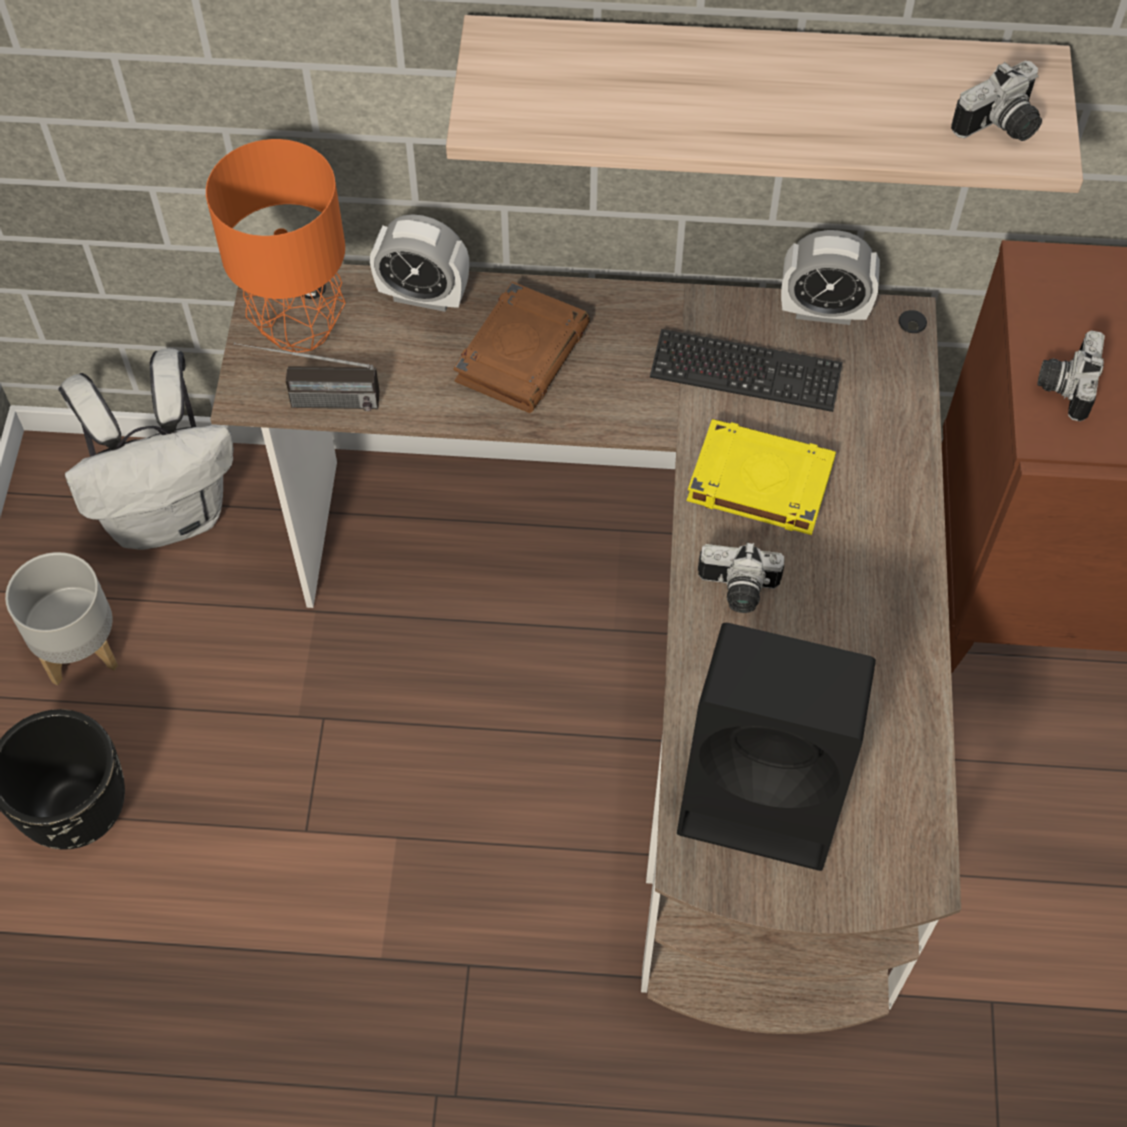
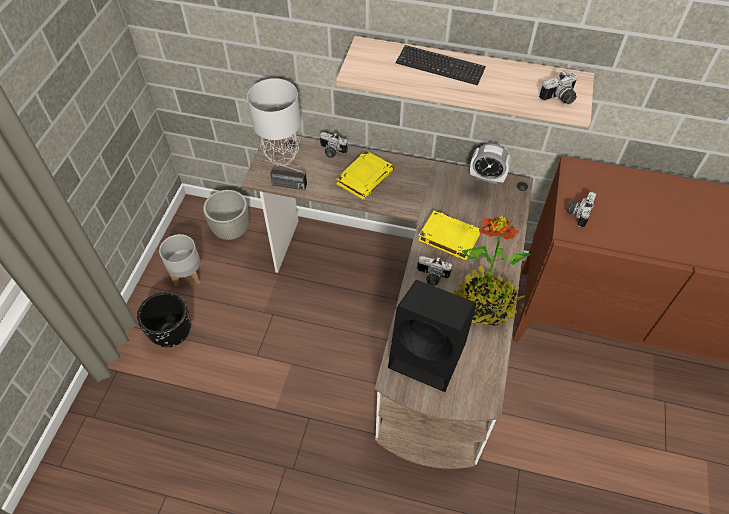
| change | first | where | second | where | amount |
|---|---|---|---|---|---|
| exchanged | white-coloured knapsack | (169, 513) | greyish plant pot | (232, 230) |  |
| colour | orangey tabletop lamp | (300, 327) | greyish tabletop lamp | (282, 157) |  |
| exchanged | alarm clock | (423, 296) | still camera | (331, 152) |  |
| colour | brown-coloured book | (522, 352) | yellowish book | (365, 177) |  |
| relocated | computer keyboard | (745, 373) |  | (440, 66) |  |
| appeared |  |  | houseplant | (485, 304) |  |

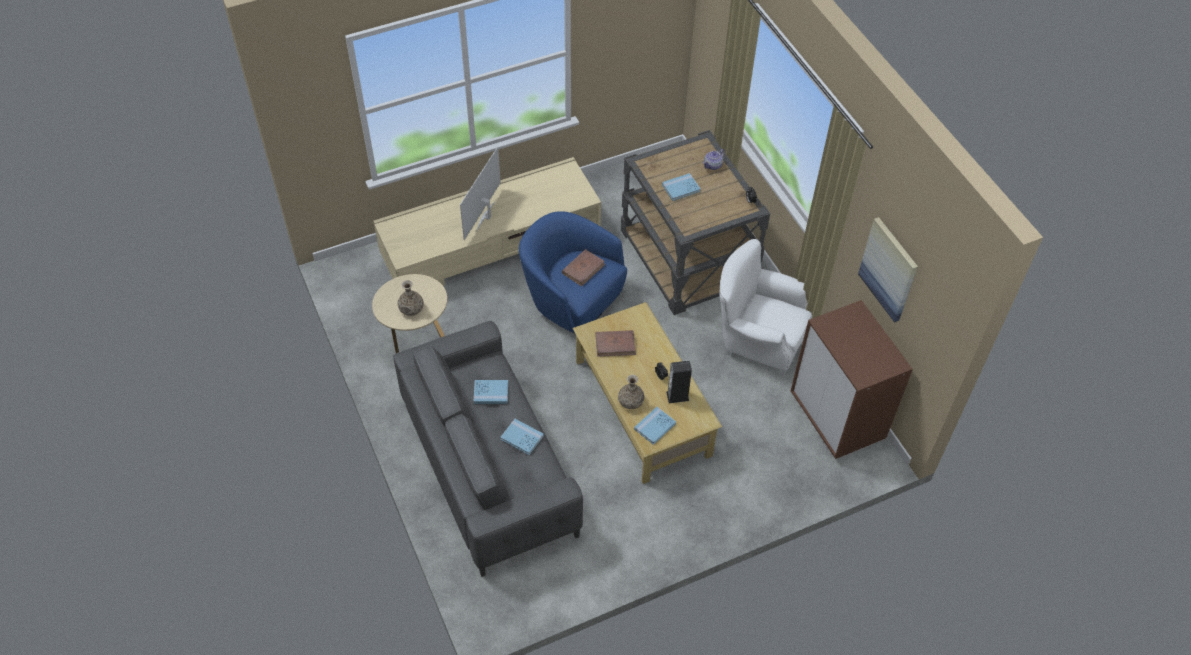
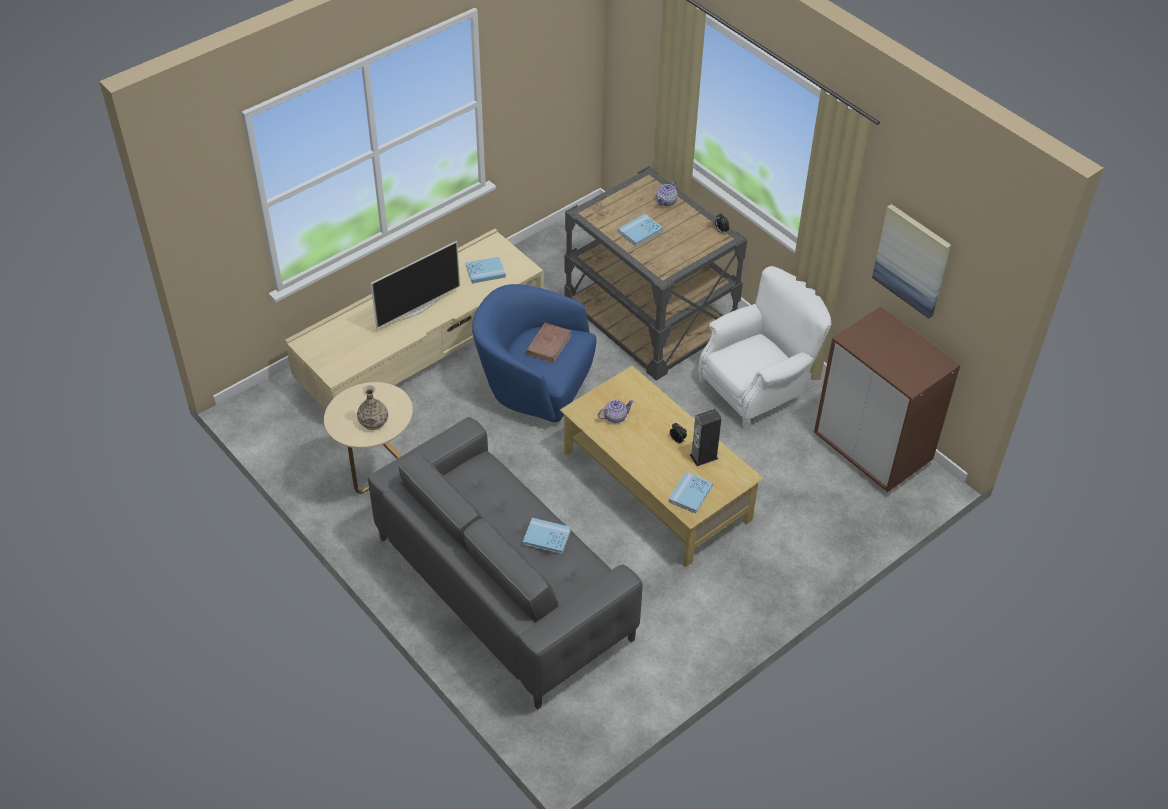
| change | first | where | second | where | amount |
|---|---|---|---|---|---|
| spun | TV set | (486, 216) |  | (417, 310) | 135 degrees counterclockwise |
| relocated | bluish book | (491, 393) |  | (485, 271) |  |
| exchanged | brown-coloured book | (615, 344) | teapot | (615, 417) |  |
| spun | white-coloured armchair | (758, 338) |  | (757, 386) | 135 degrees clockwise |
| missing | decorative vase | (630, 401) |  |  |  |

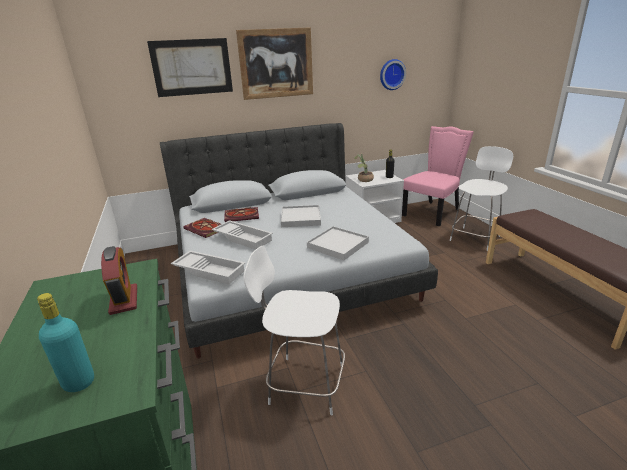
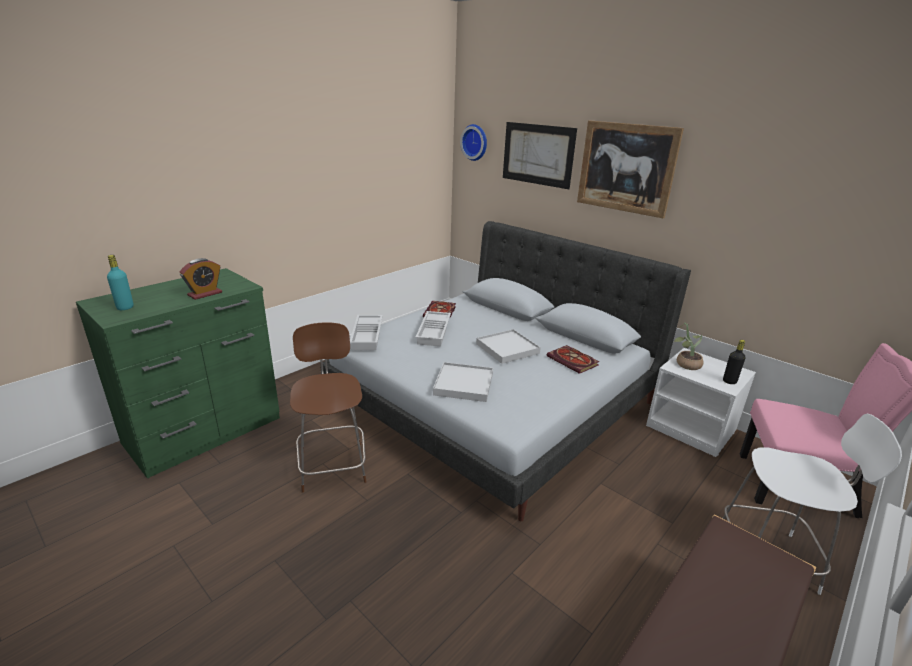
| change | first | where | second | where | amount |
|---|---|---|---|---|---|
| colour | white-coloured chair | (304, 384) | brown-coloured chair | (333, 464) |  |
| relocated | wall clock | (391, 74) |  | (475, 142) |  |
| relocated | book | (242, 216) |  | (574, 361) |  |

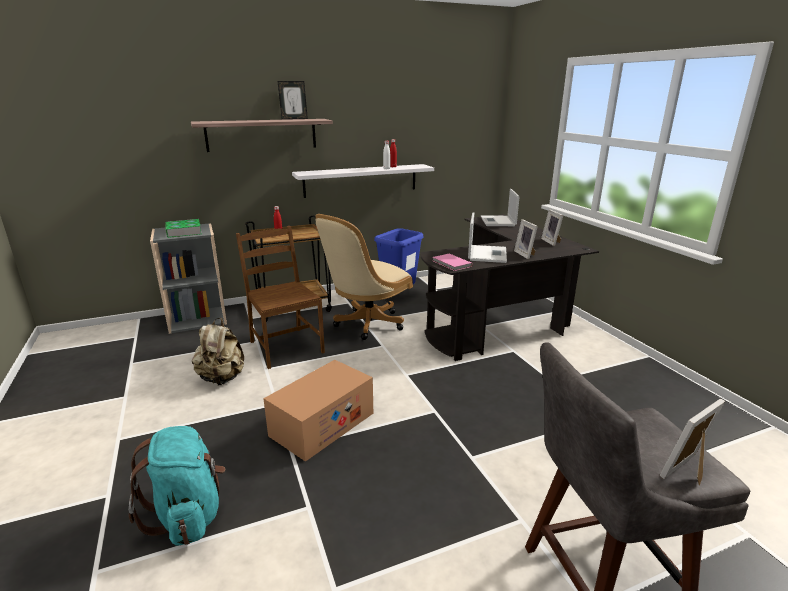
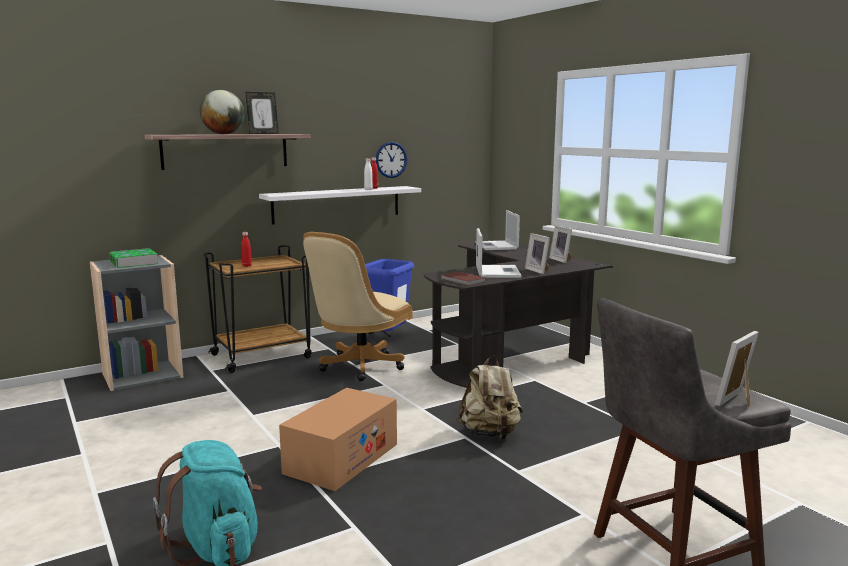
| change | first | where | second | where | amount |
|---|---|---|---|---|---|
| appeared |  |  | globe | (223, 134) |  |
| appeared |  |  | wall clock | (391, 159) |  |
| colour | pink-coloured book | (451, 264) | brown-coloured book | (462, 280) |  |
| relocated | beige knapsack | (222, 378) |  | (490, 434) |  |
| missing | brown-coloured chair | (285, 347) |  |  |  |

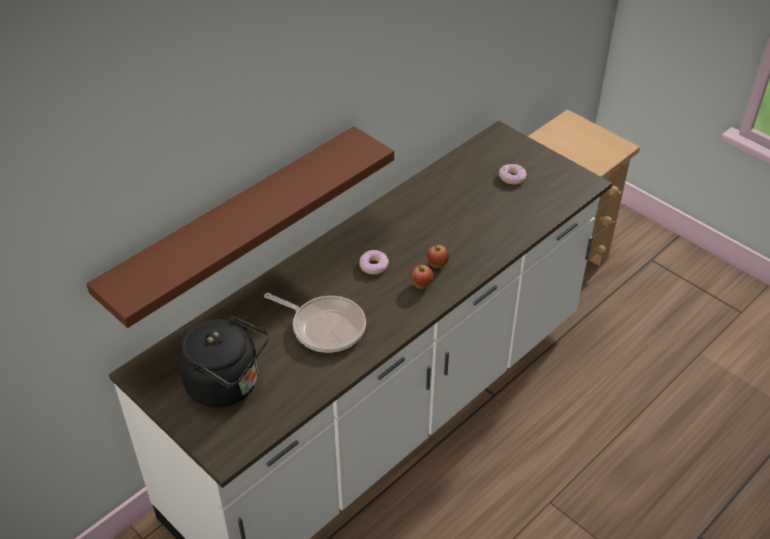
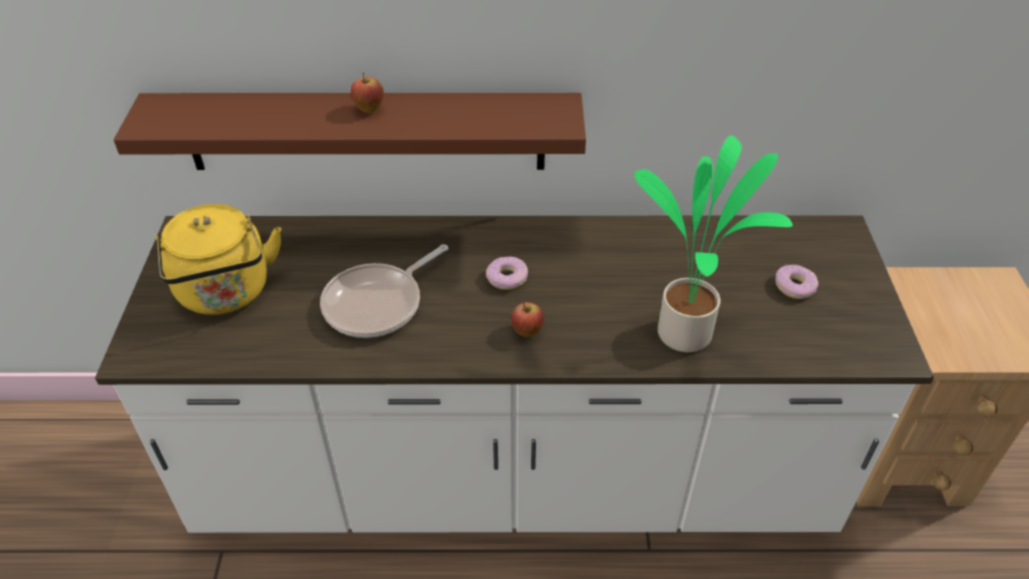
| change | first | where | second | where | amount |
|---|---|---|---|---|---|
| colour | black water kettle | (228, 385) | yellowish water kettle | (226, 293) |  |
| spun | frying pan | (325, 327) |  | (378, 304) | 60 degrees clockwise |
| relocated | whole apple | (437, 265) |  | (369, 109) |  |
| appeared |  |  | houseplant | (688, 333) |  |

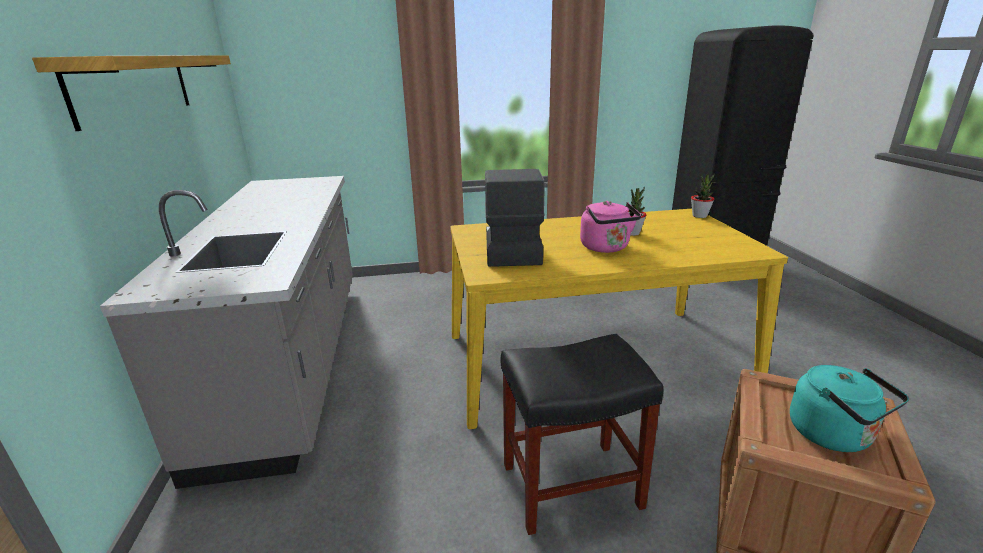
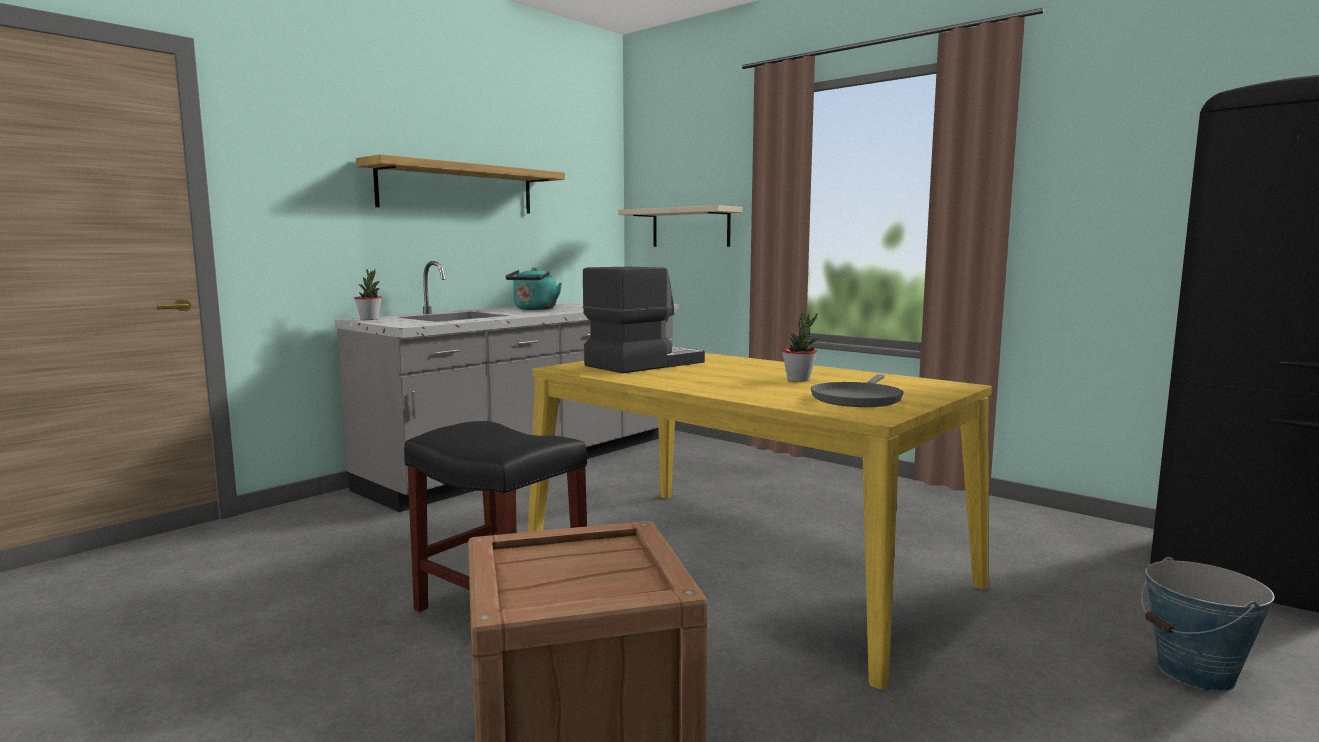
| change | first | where | second | where | amount |
|---|---|---|---|---|---|
| relocated | houseplant | (699, 216) |  | (369, 319) |  |
| relocated | turquoise-coloured water kettle | (834, 435) |  | (534, 309) |  |
| appeared |  |  | beige shelf | (690, 227) |  |
| appeared |  |  | greyish frying pan | (857, 399) |  |
| appeared |  |  | bucket | (1196, 673) |  |
| missing | pink-coloured water kettle | (606, 248) |  |  |  |

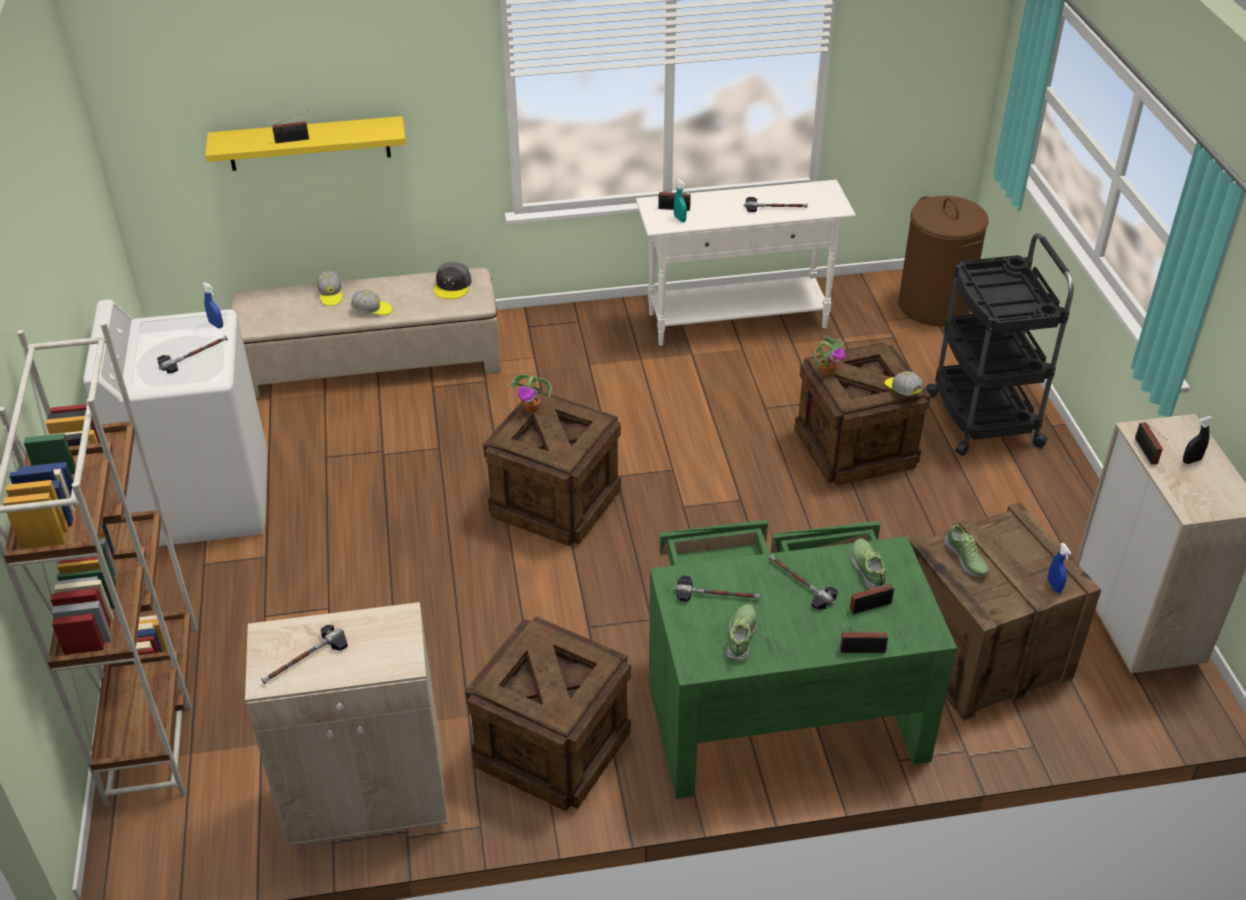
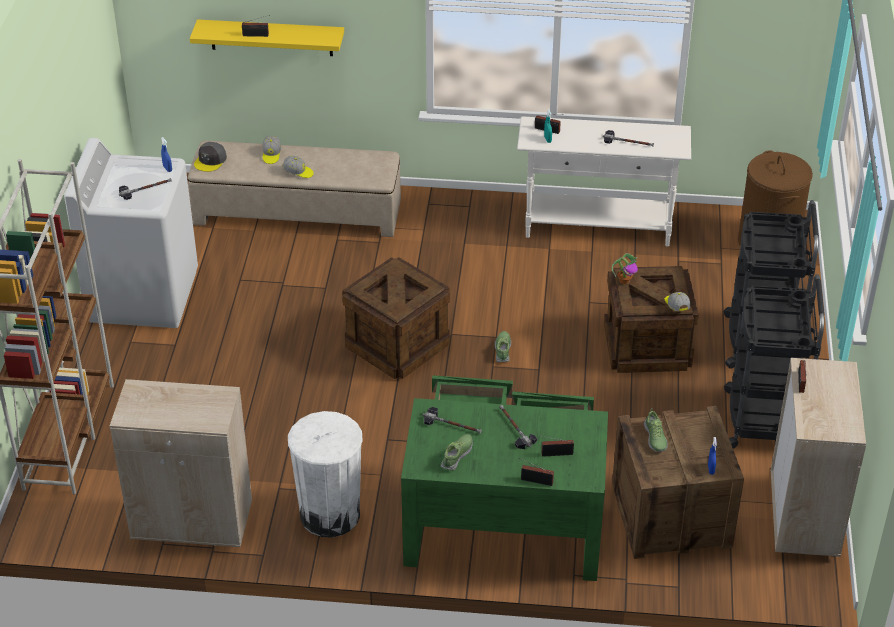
| change | first | where | second | where | amount |
|---|---|---|---|---|---|
| relocated | greyish cap | (453, 285) |  | (210, 161) |  |
| exchanged | crate | (551, 746) | white-coloured trash can | (330, 514) |  |
| relocated | low shoe | (868, 569) |  | (503, 350) |  |
| appeared |  |  | black trolley | (764, 420) |  |
| missing | tool hammer | (304, 660) |  |  |  |
| missing | houseplant | (531, 408) |  |  |  |
| missing | black hand sprayer | (1191, 460) |  |  |  |

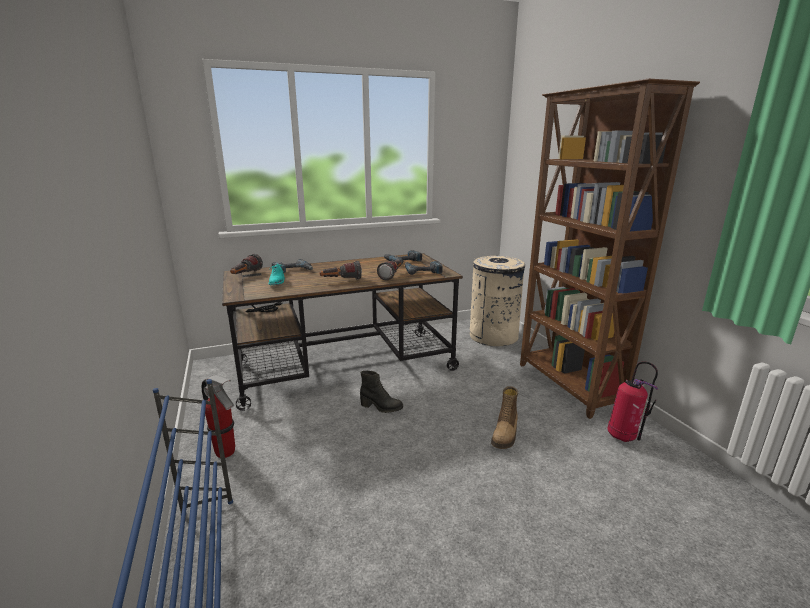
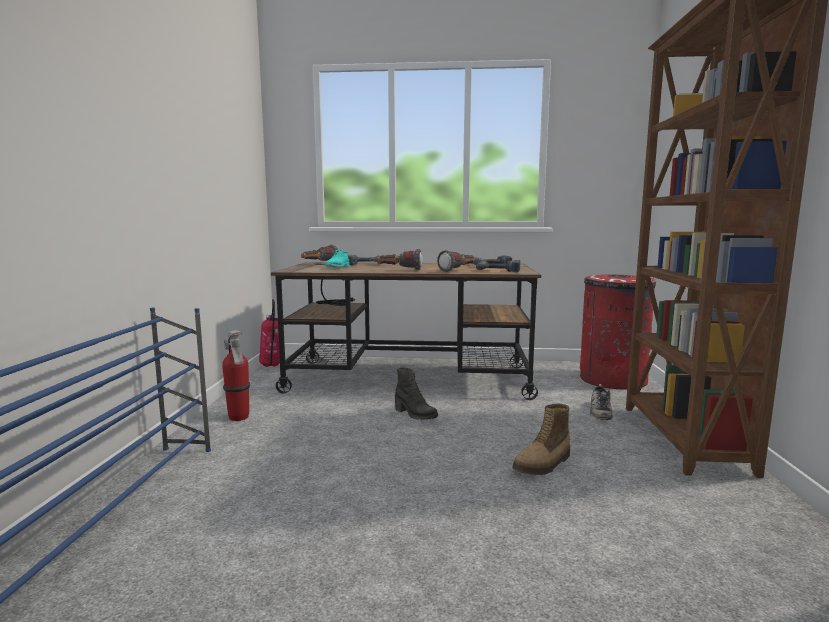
| change | first | where | second | where | amount |
|---|---|---|---|---|---|
| relocated | fire-fighting cylinder | (623, 437) |  | (272, 366) |  |
| colour | beige trash can | (493, 336) | reddish trash can | (612, 379) |  |
| appeared |  |  | low shoe | (599, 410) |  |

